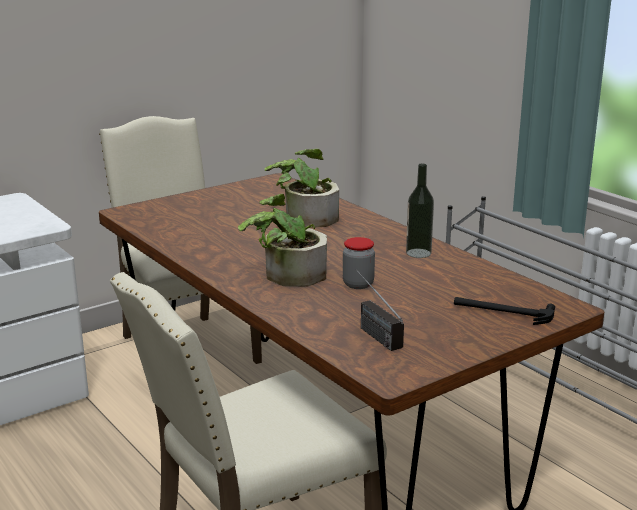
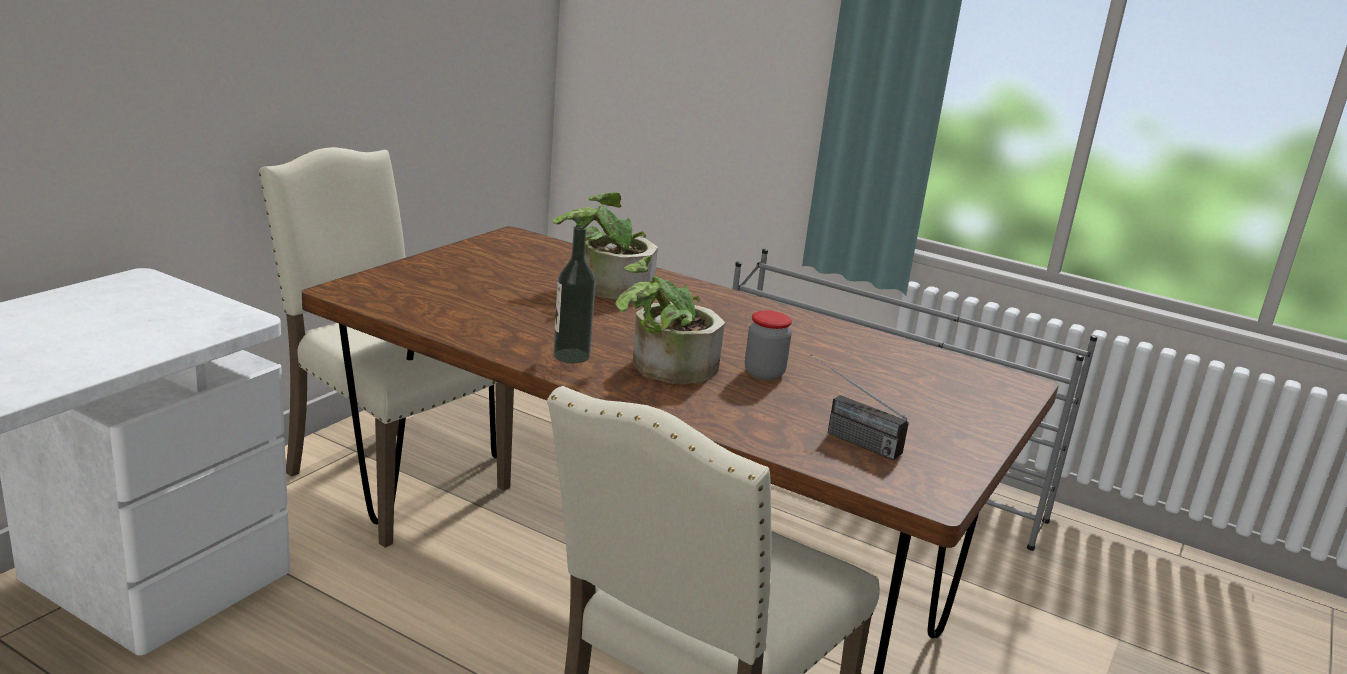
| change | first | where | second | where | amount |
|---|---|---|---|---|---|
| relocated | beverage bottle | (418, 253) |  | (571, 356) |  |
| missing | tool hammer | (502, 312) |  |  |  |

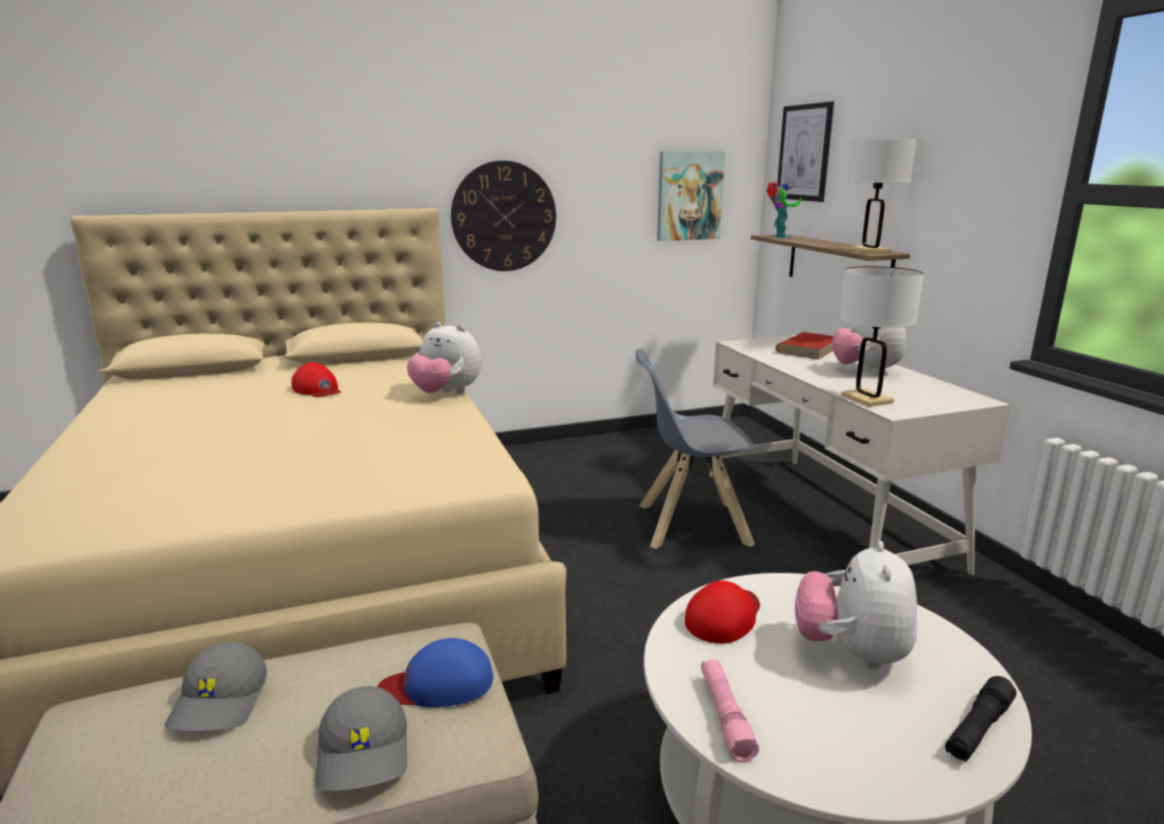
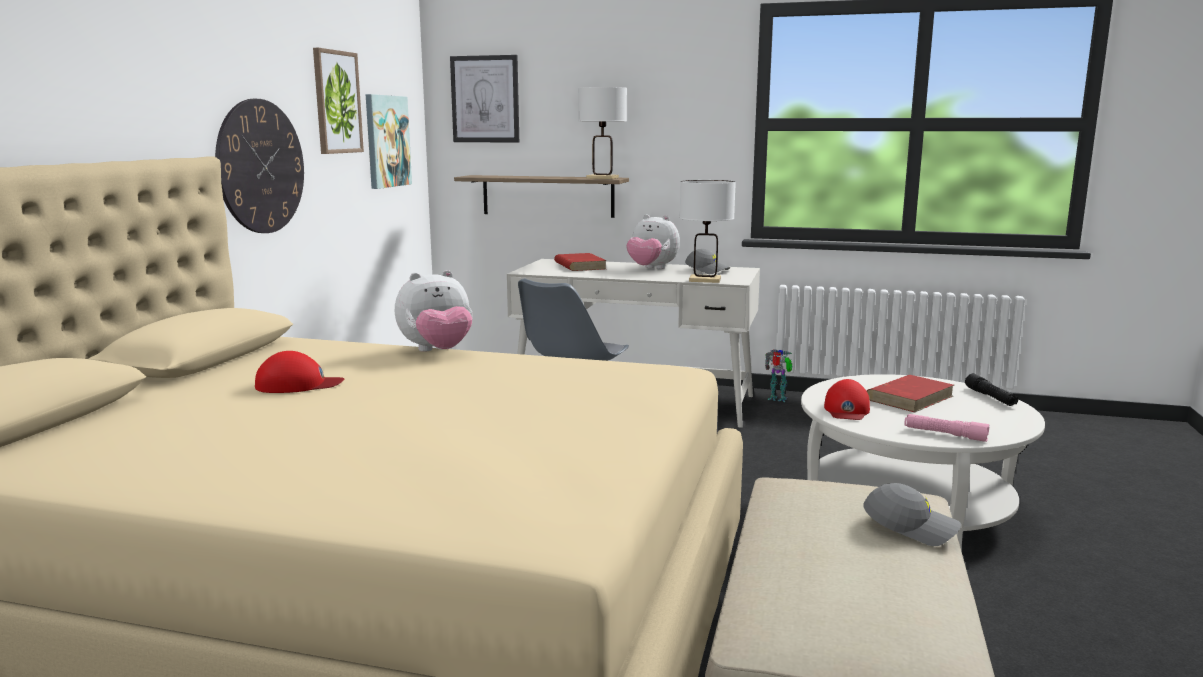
| change | first | where | second | where | amount |
|---|---|---|---|---|---|
| appeared |  |  | wall picture | (336, 102) |  |
| relocated | greyish cap | (221, 702) |  | (708, 270) |  |
| relocated | model robot | (779, 237) |  | (778, 399) |  |
| spun | reddish cap | (724, 617) |  | (846, 409) | 150 degrees counterclockwise |
| exchanged | soft toy | (851, 653) | reddish book | (910, 397) |  |
| missing | bluish cap | (438, 684) |  |  |  |

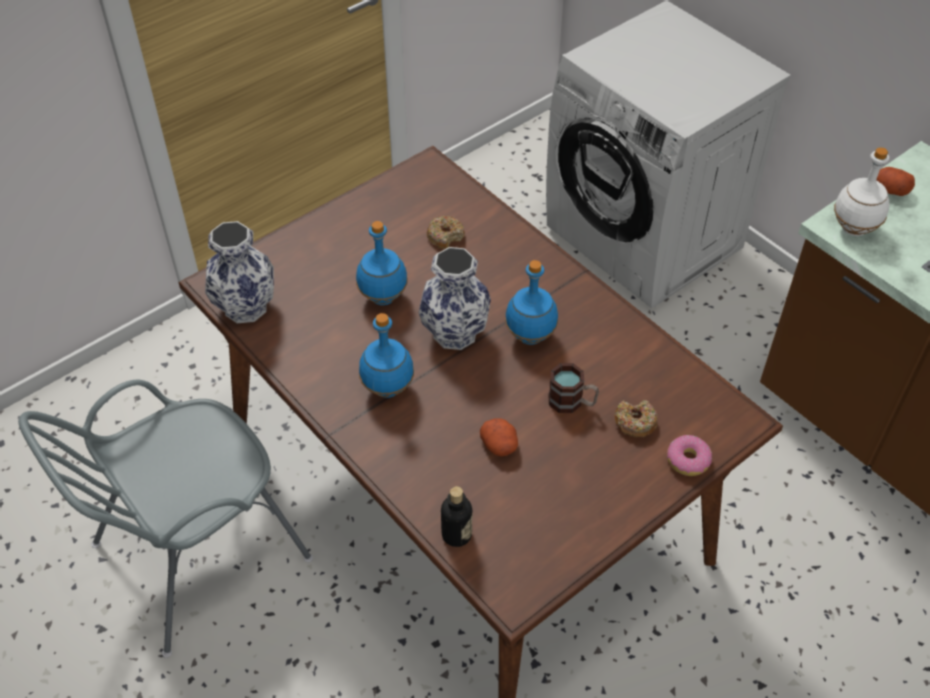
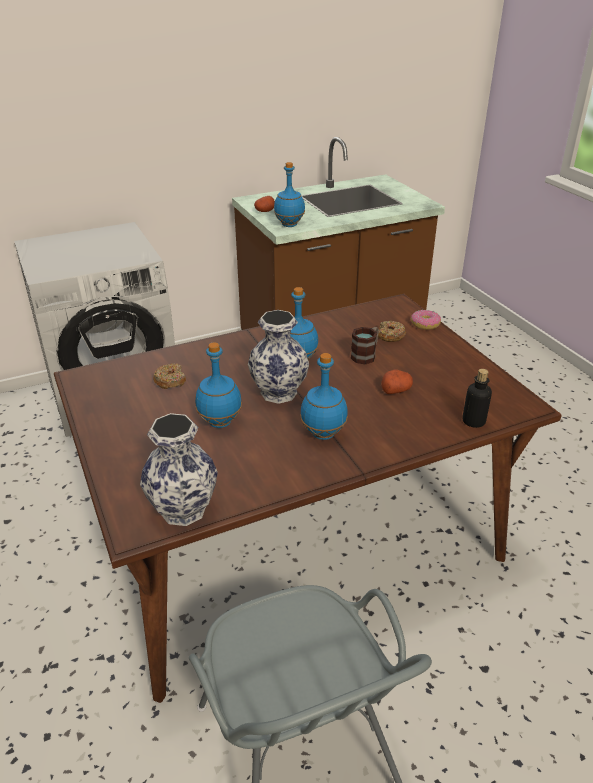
| change | first | where | second | where | amount |
|---|---|---|---|---|---|
| colour | white-coloured beverage bottle | (853, 228) | bluish beverage bottle | (289, 225) |  |

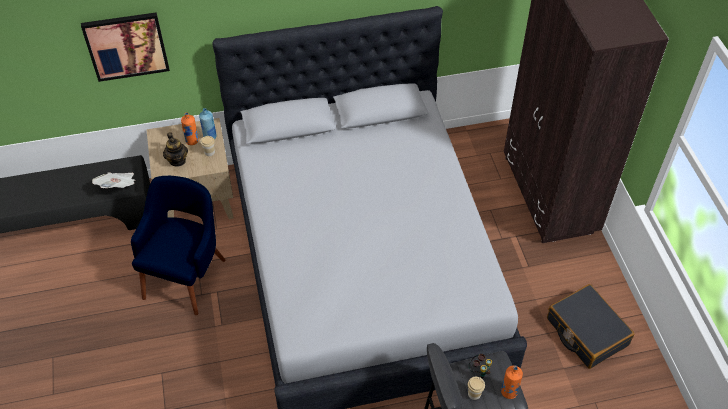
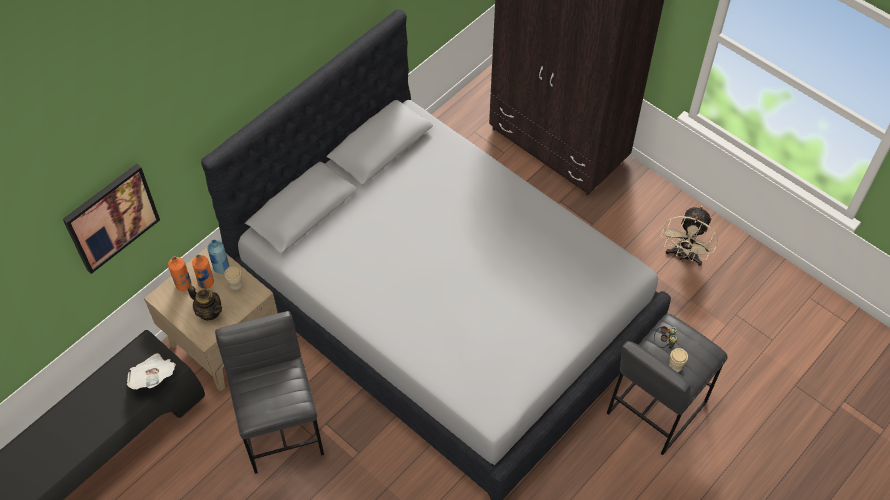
| change | first | where | second | where | amount |
|---|---|---|---|---|---|
| relocated | orangey beverage bottle | (509, 391) |  | (183, 284) |  |
| exchanged | bluish armchair | (186, 276) | greyish stool | (281, 428) |  |
| exchanged | black piece of luggage | (586, 332) | beige cooling fan | (684, 256) |  |

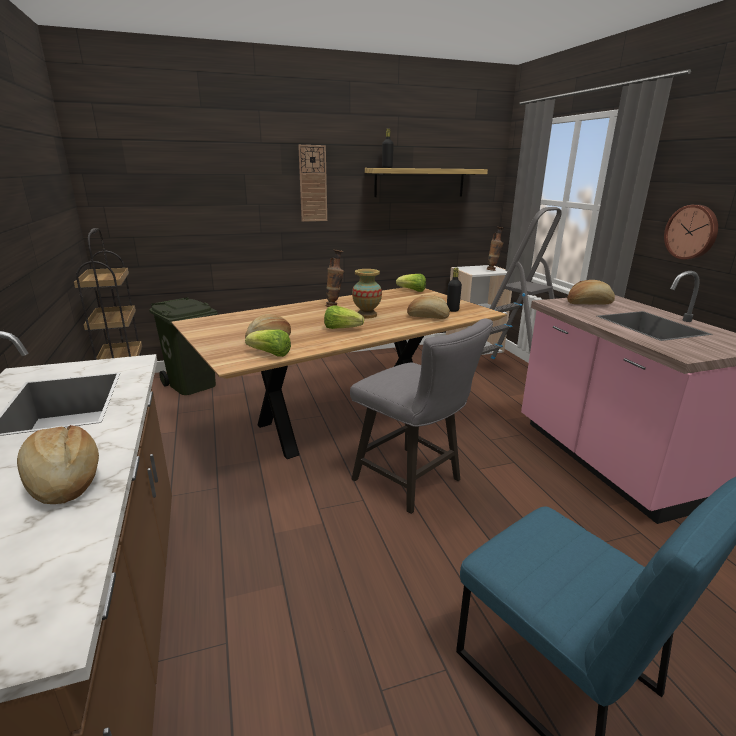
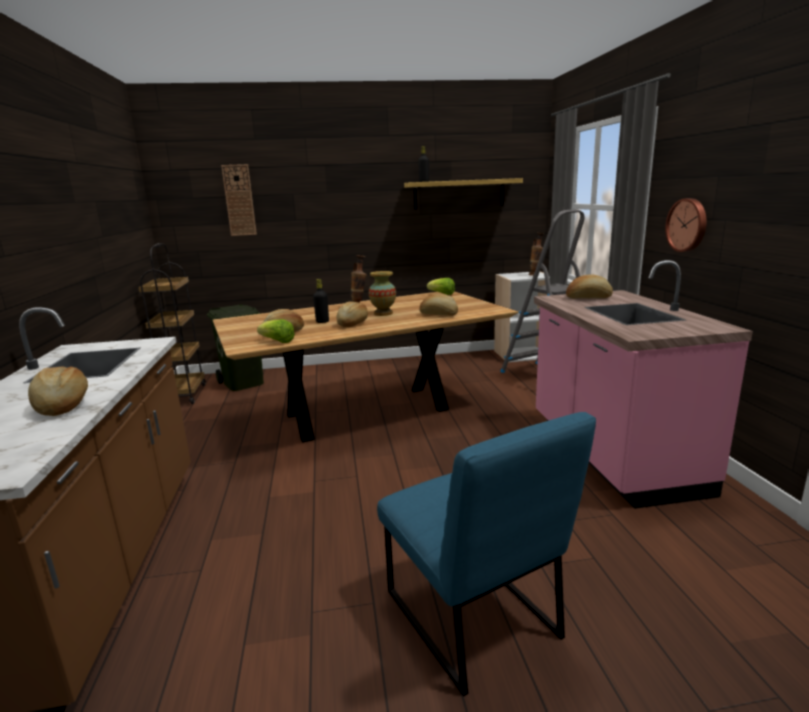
| change | first | where | second | where | amount |
|---|---|---|---|---|---|
| relocated | wall clock | (313, 184) |  | (239, 200) |  |
| relocated | black beverage bottle | (452, 310) |  | (322, 322) |  |
| exchanged | head of lettuce | (342, 329) | baked bread | (352, 323) |  |
| missing | greyish stool | (413, 482) |  |  |  |

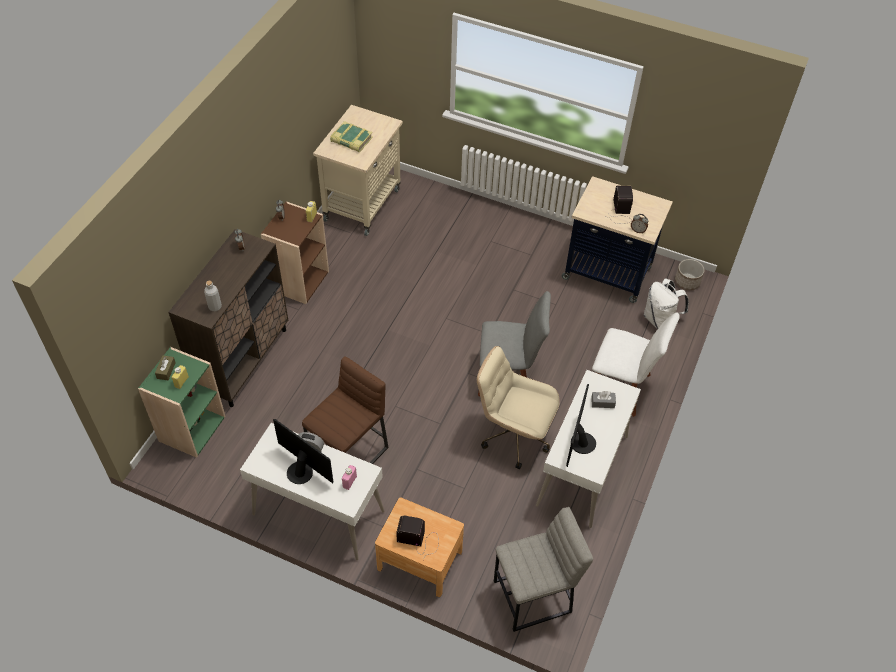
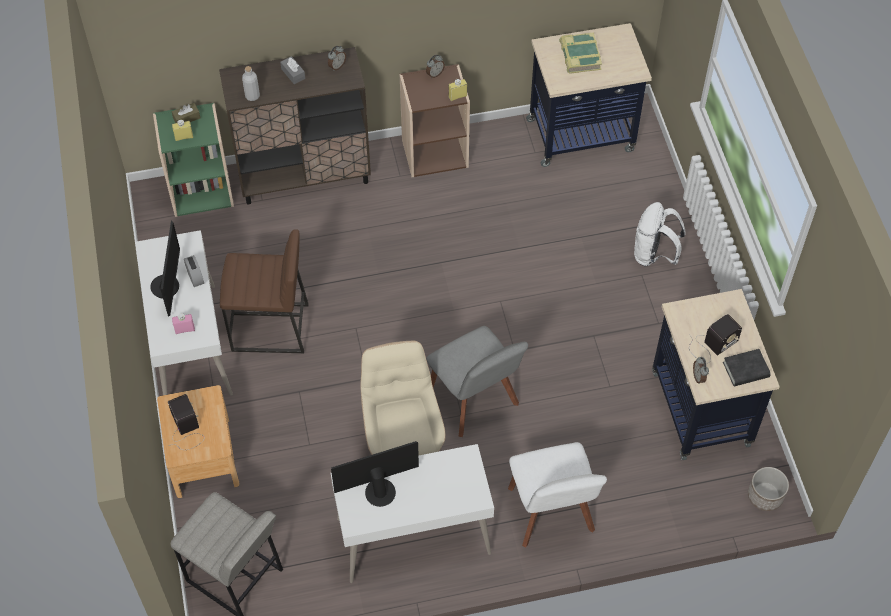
| change | first | where | second | where | amount |
|---|---|---|---|---|---|
| relocated | greyish box of tissues | (602, 402) |  | (293, 74) |  |
| colour | beige trolley | (362, 204) | bluish trolley | (581, 135) |  |
| relocated | white-coloured knapsack | (660, 320) |  | (654, 254) |  |
| appeared |  |  | black book | (745, 370) |  |

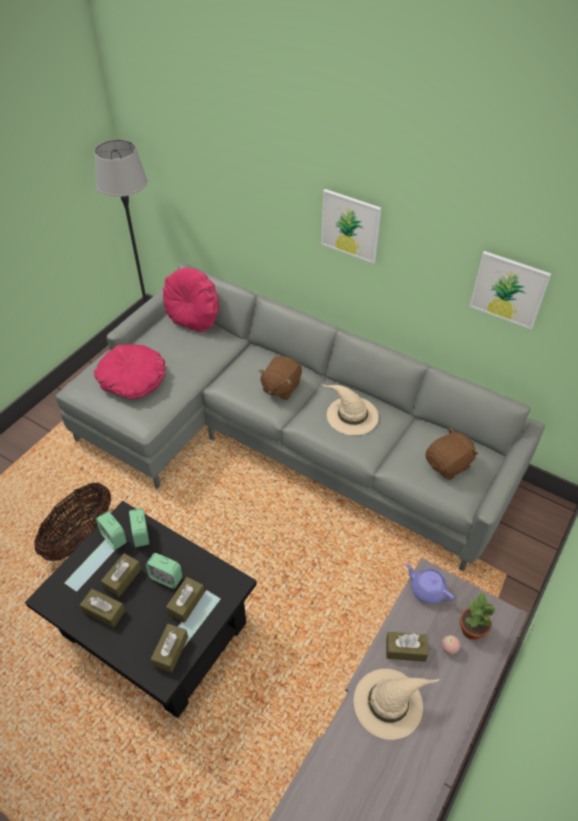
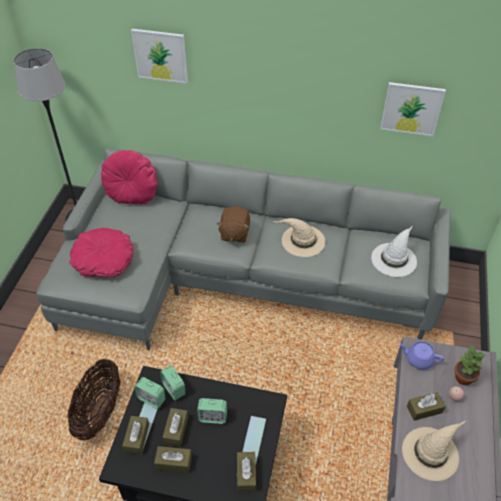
| change | first | where | second | where | amount |
|---|---|---|---|---|---|
| relocated | brown-coloured box of tissues | (186, 603) |  | (137, 438) |  |
| relocated | wall picture | (350, 225) |  | (160, 55) |  |
| exchanged | brown-coloured soft toy | (448, 465) | white-coloured wearable hat | (394, 259) |  |

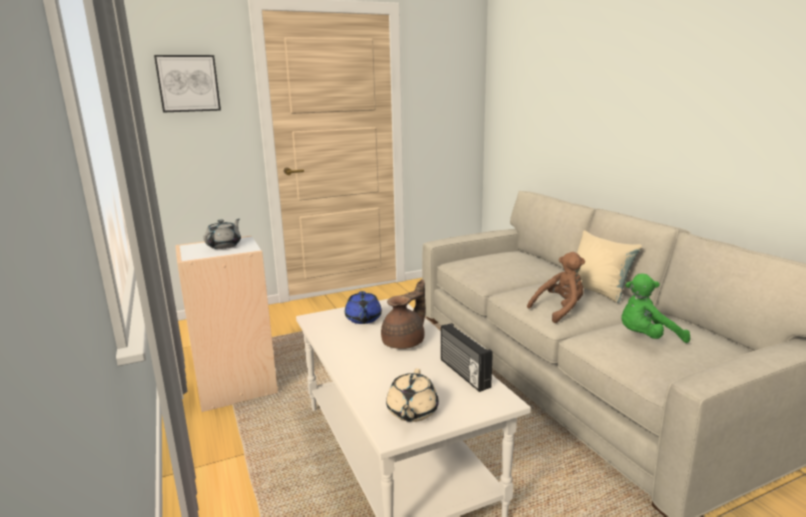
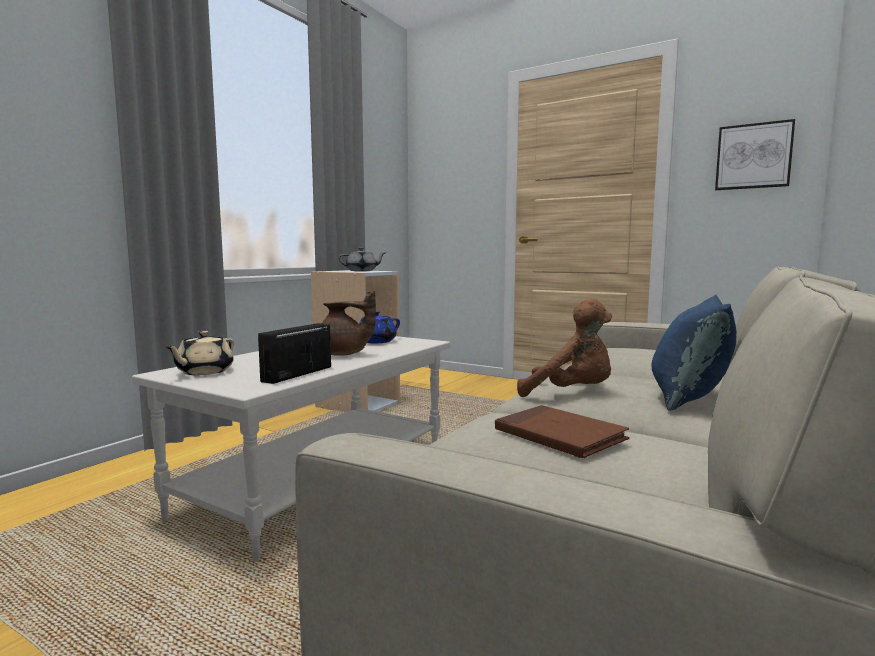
| change | first | where | second | where | amount |
|---|---|---|---|---|---|
| spun | beige teapot | (412, 412) |  | (204, 372) | 45 degrees counterclockwise |
| exchanged | green-coloured soft toy | (646, 338) | brown-coloured book | (559, 436) |  |
| colour | beige throw pillow | (598, 291) | bluish throw pillow | (689, 398) |  |
| relocated | wall picture | (188, 83) |  | (753, 156) |  |

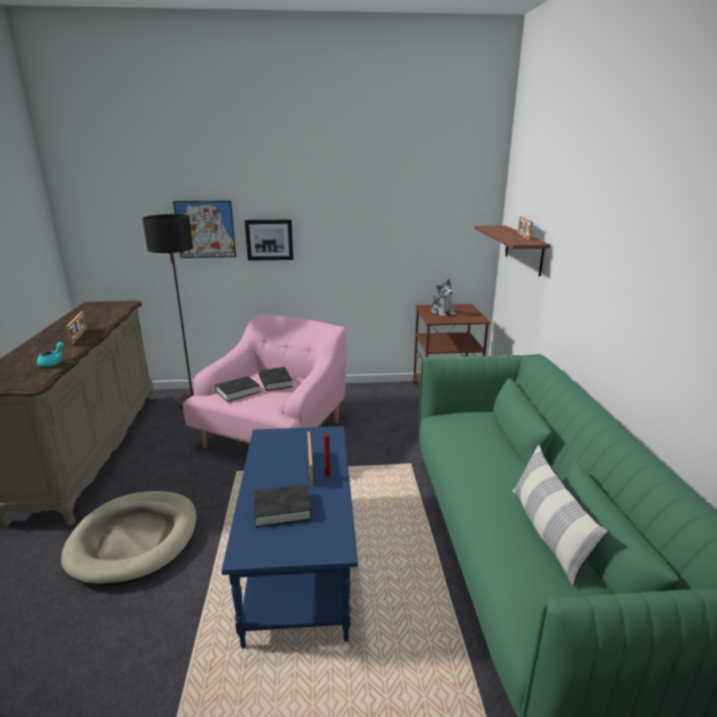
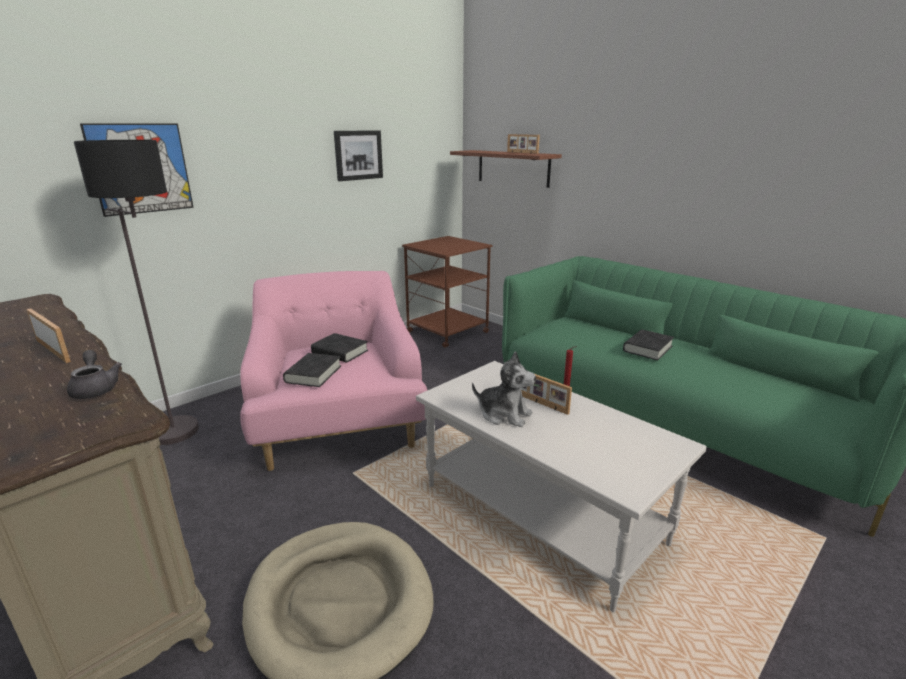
| change | first | where | second | where | amount |
|---|---|---|---|---|---|
| colour | turquoise-coloured teapot | (53, 363) | greyish teapot | (95, 388) |  |
| relocated | wall picture | (269, 239) |  | (358, 155) |  |
| colour | bluish coffee table | (300, 561) | white-coloured coffee table | (543, 513) |  |
| relocated | soft toy | (442, 312) |  | (504, 414) |  |
| relocated | black book | (282, 509) |  | (647, 348) |  |
| missing | throw pillow | (548, 532) |  |  |  |

